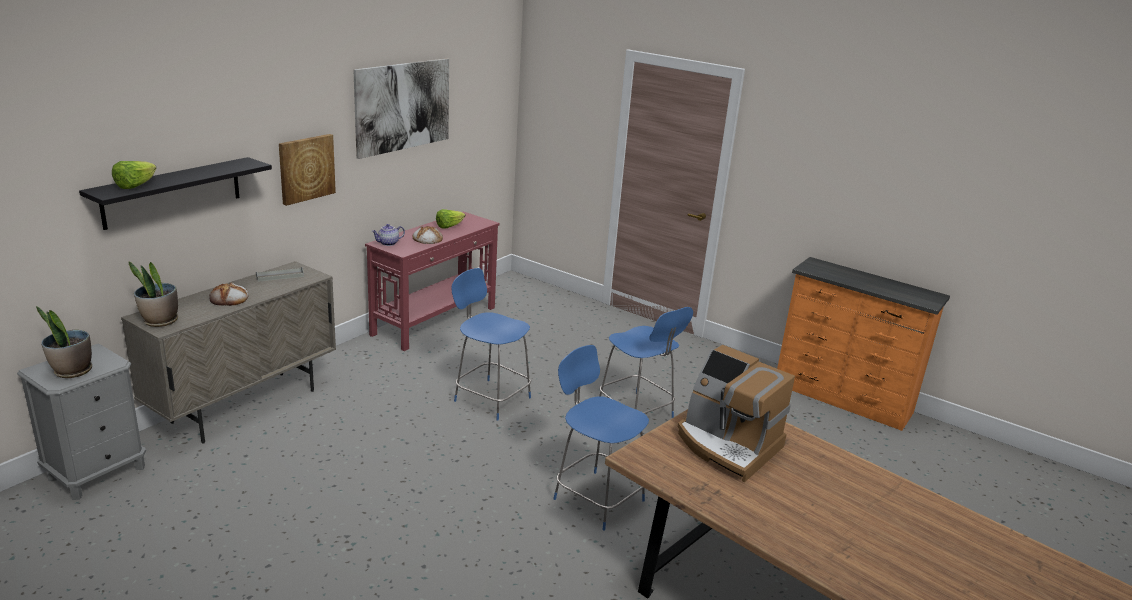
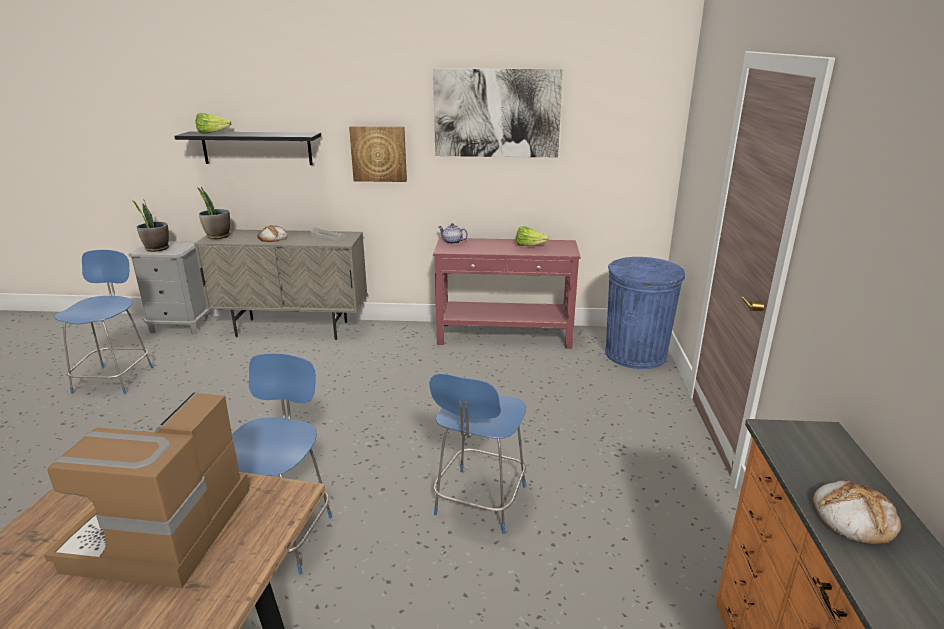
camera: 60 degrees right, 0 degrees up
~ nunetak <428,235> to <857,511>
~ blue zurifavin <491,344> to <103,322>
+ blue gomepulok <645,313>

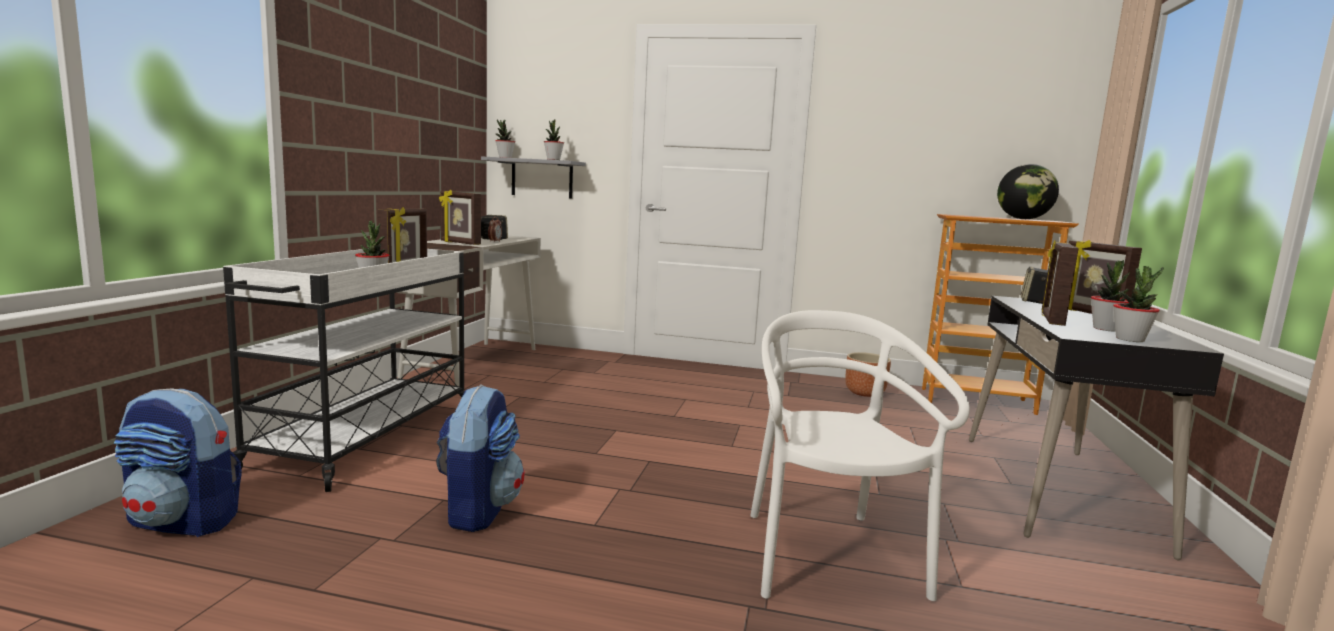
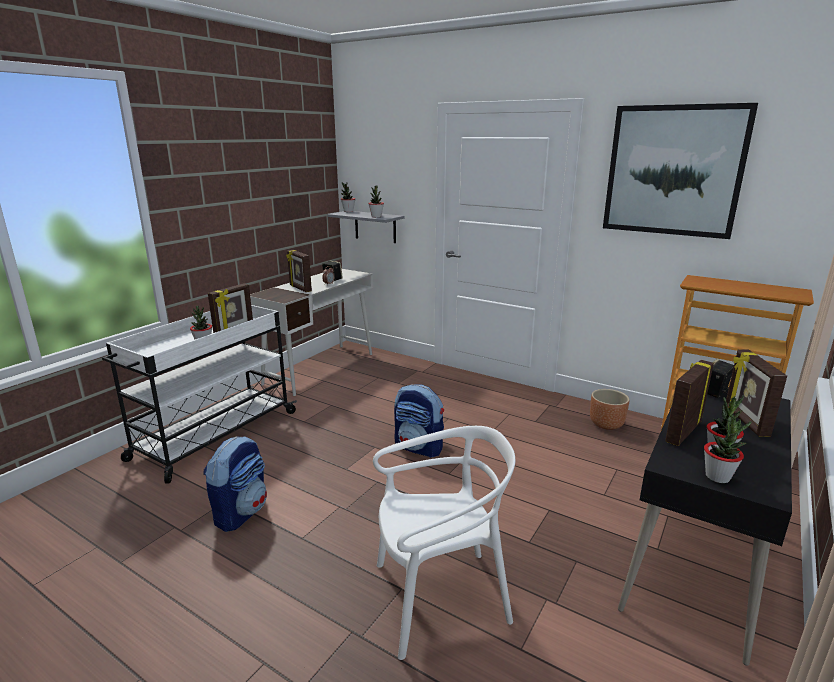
camera: 20 degrees right, 10 degrees up
~ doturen <178,462> to <419,421>
~ white zurifavin <860,455> = <444,543> 60 degrees clockwise
- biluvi <1028,191>
+ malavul <680,171>

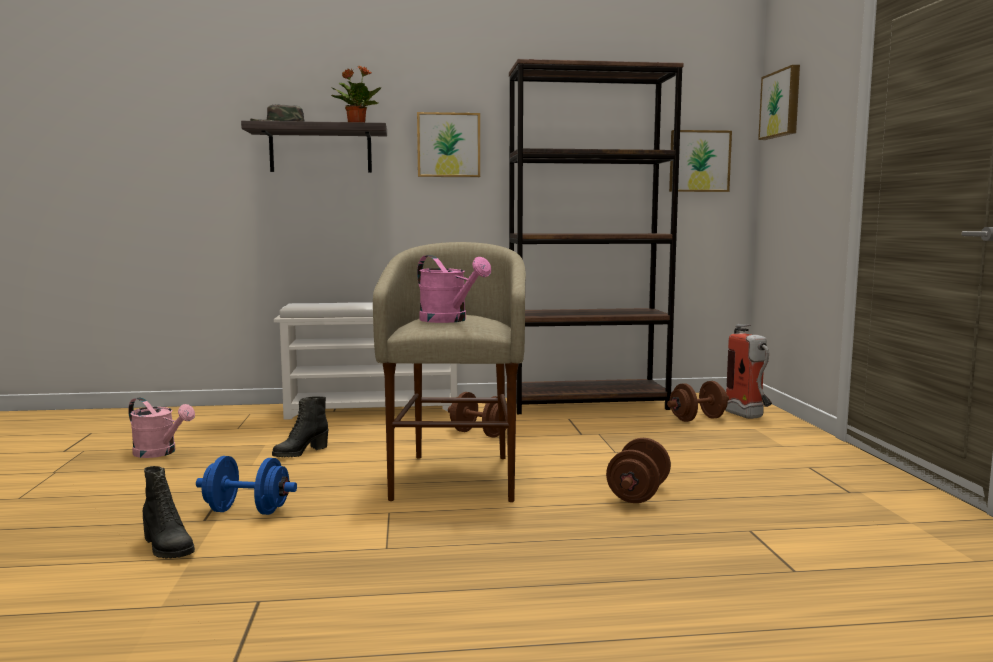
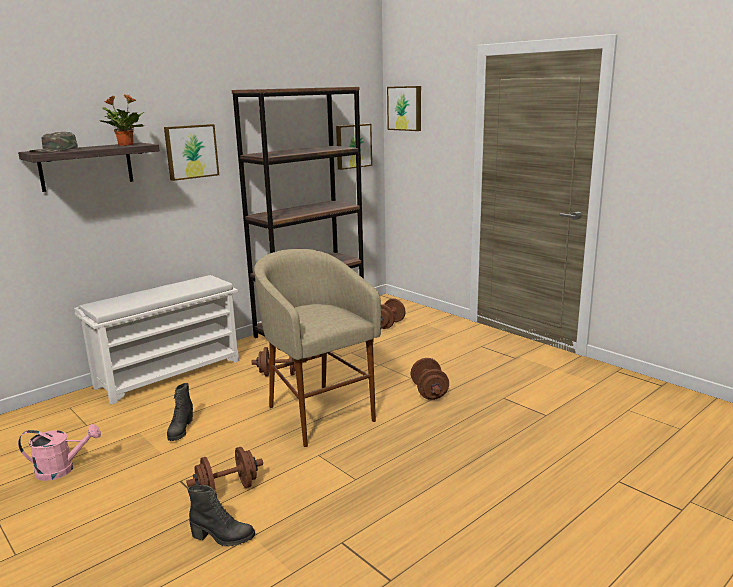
camera: 35 degrees left, 10 degrees up
~ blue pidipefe <246,485> to brown pidipefe <224,468>
- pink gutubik <454,289>
- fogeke <748,371>

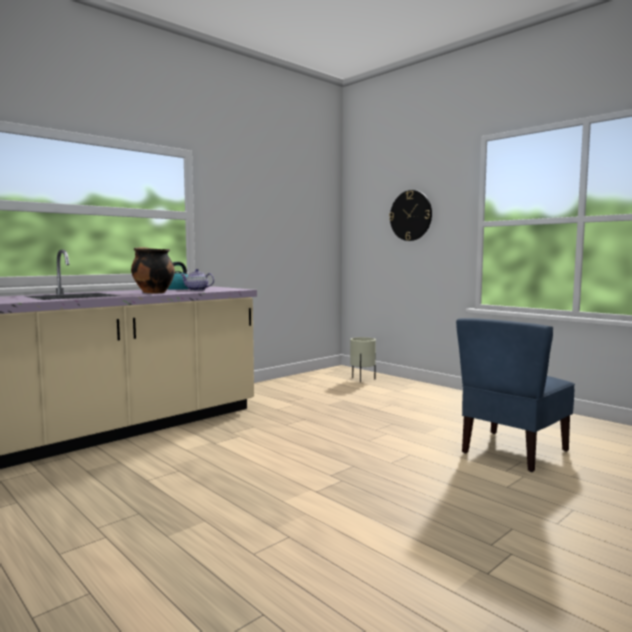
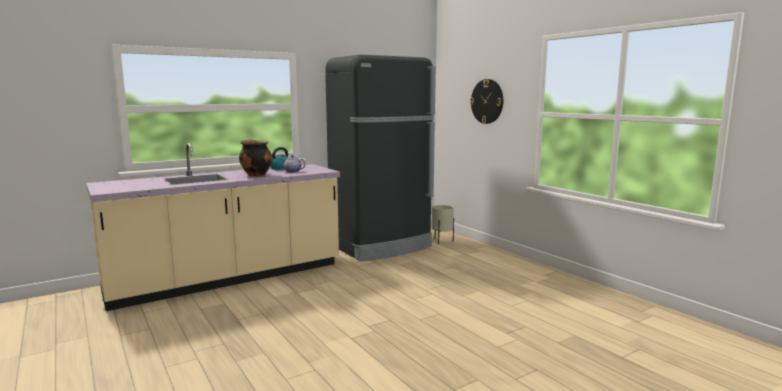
camera: 10 degrees right, 5 degrees up
- blue zurifavin <515,395>
+ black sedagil <380,158>

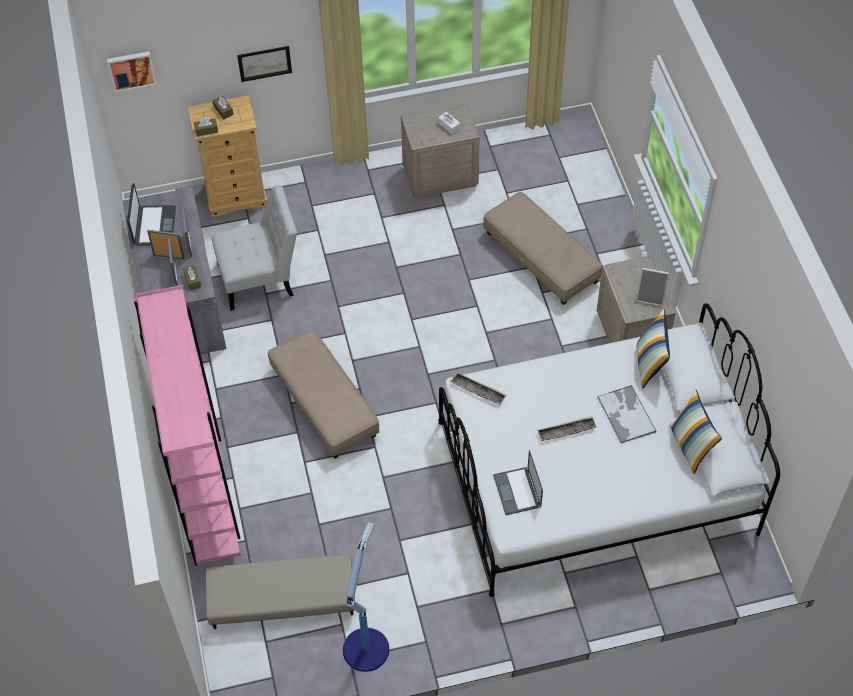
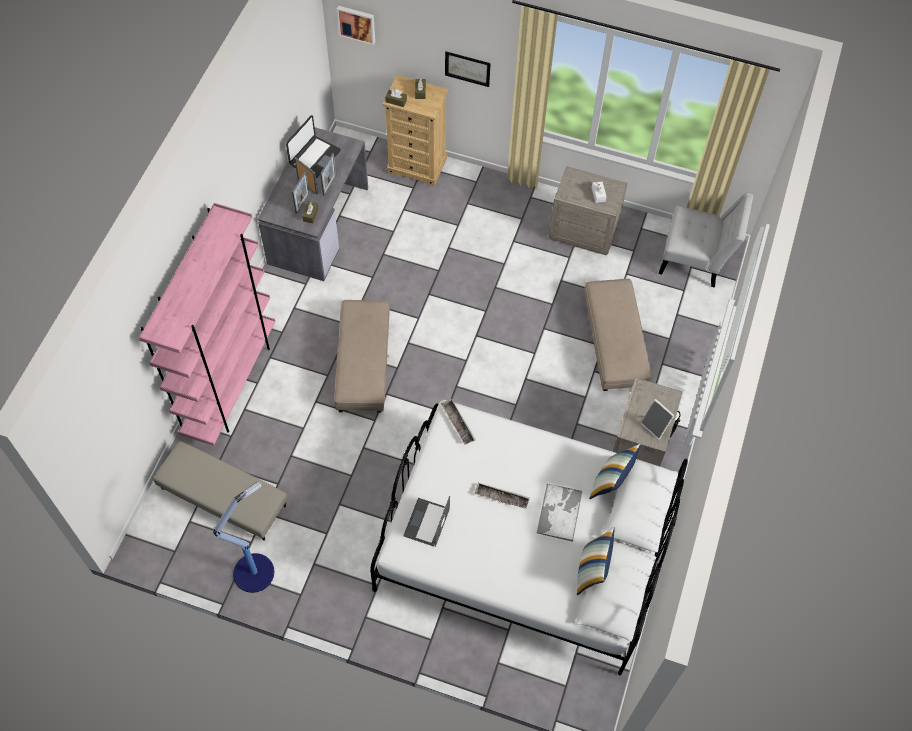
camera: 30 degrees right, 5 degrees up
~ white zurifavin <254,248> to <705,240>

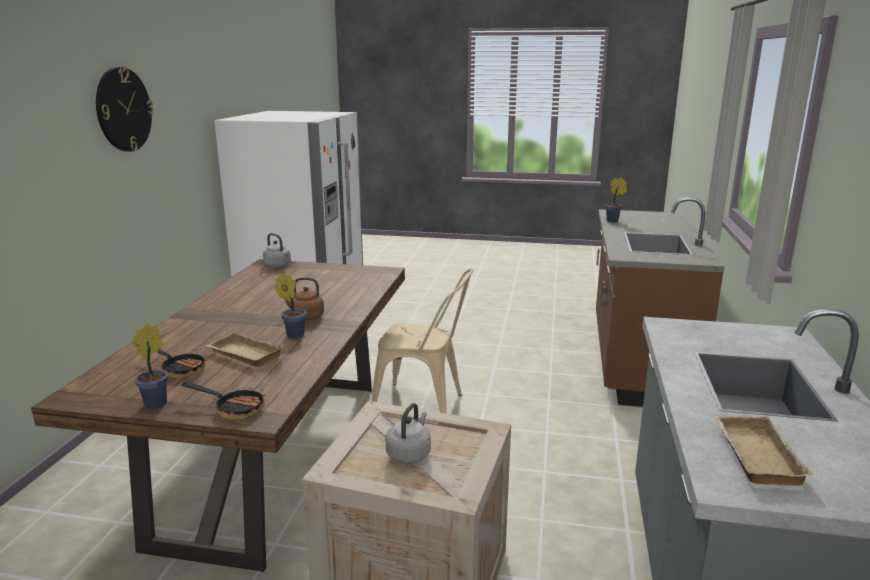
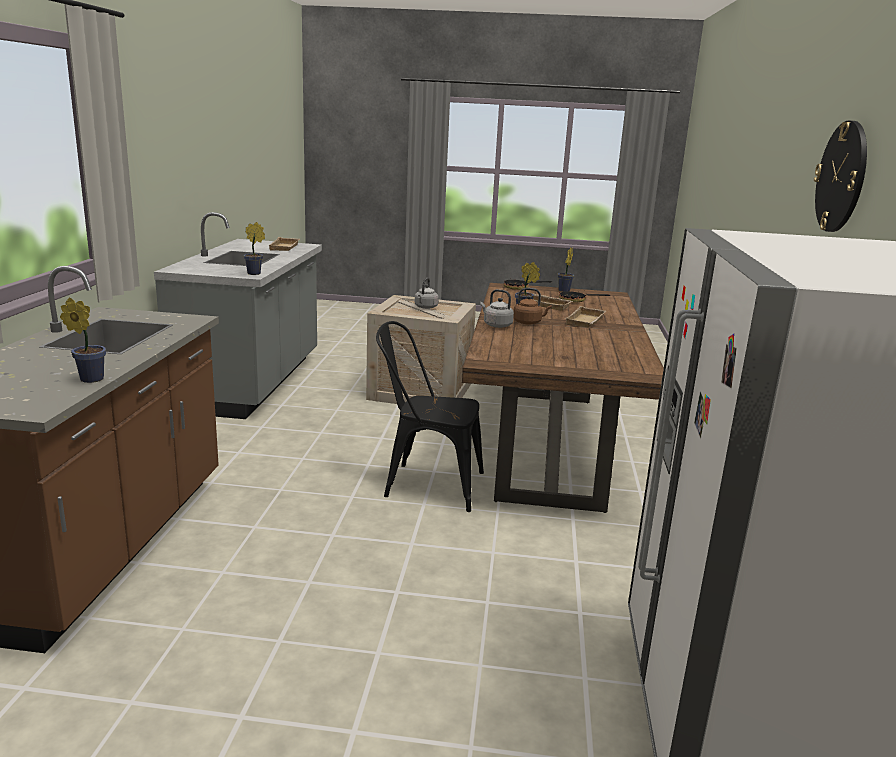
camera: 175 degrees right, 0 degrees up
~ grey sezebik <277,250> to <497,308>
~ beige zurifavin <422,341> to black zurifavin <430,416>
+ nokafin <254,248>
+ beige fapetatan <586,317>

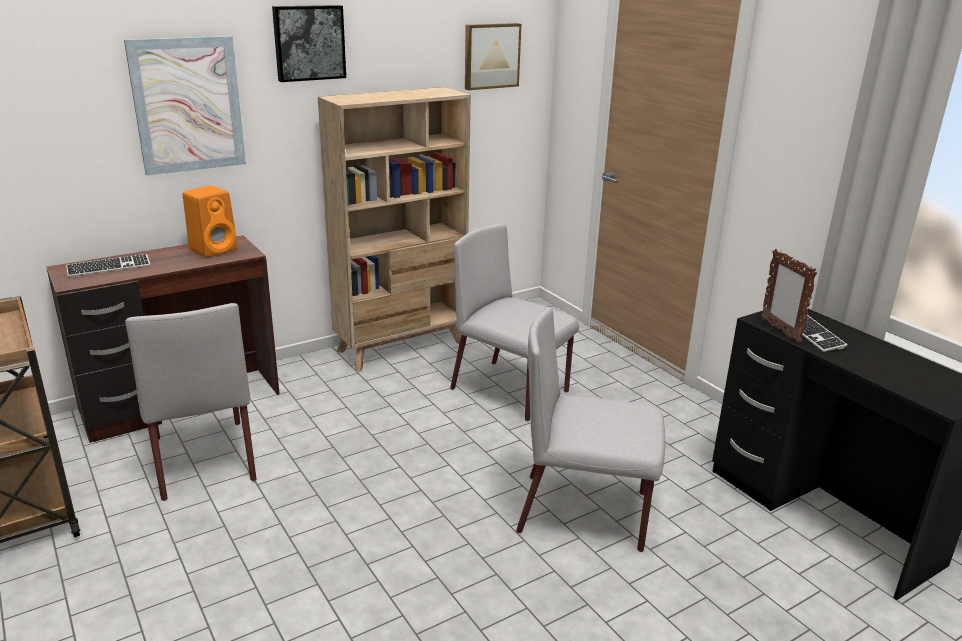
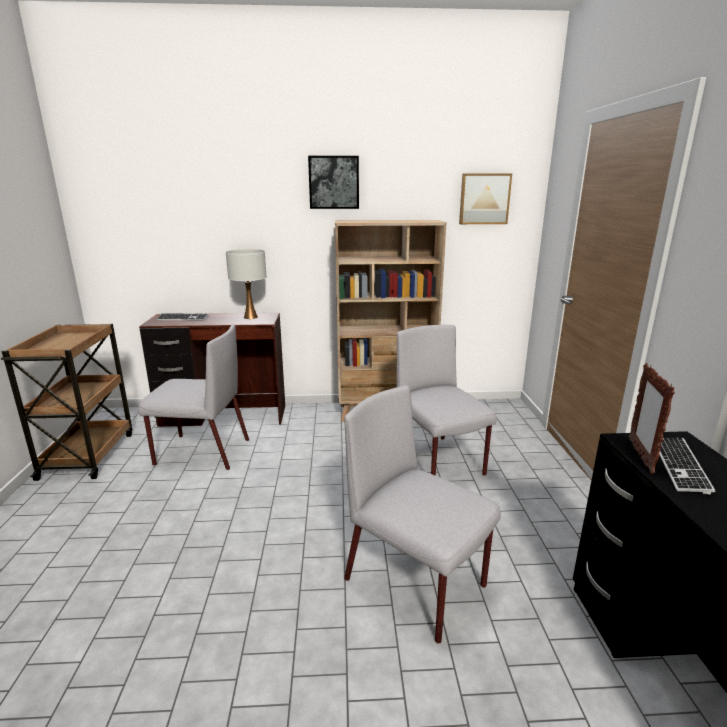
camera: 30 degrees right, 5 degrees down
- malavul <185,106>
~ grey zurifavin <190,402> = <193,397> 90 degrees counterclockwise
~ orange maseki <210,221> to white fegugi <246,284>

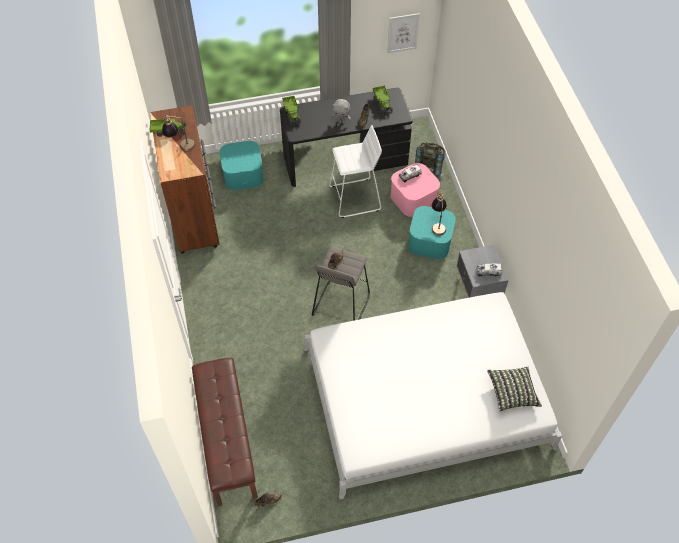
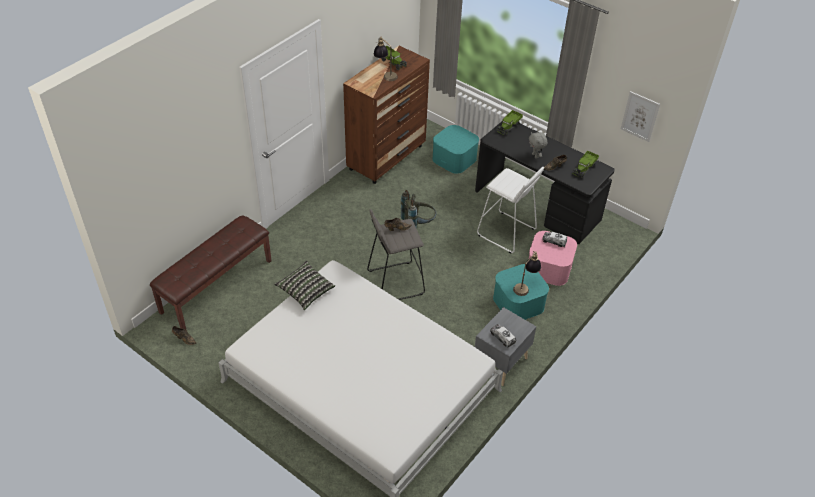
camera: 50 degrees right, 10 degrees down
~ grey doturen <430,160> to <419,209>
~ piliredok <514,389> to <304,285>

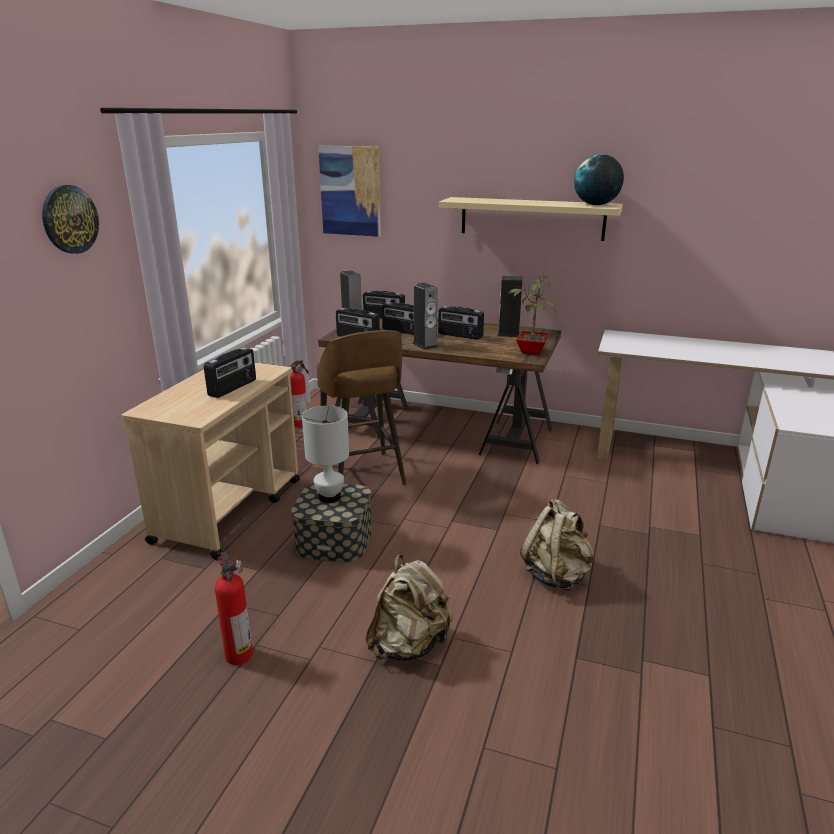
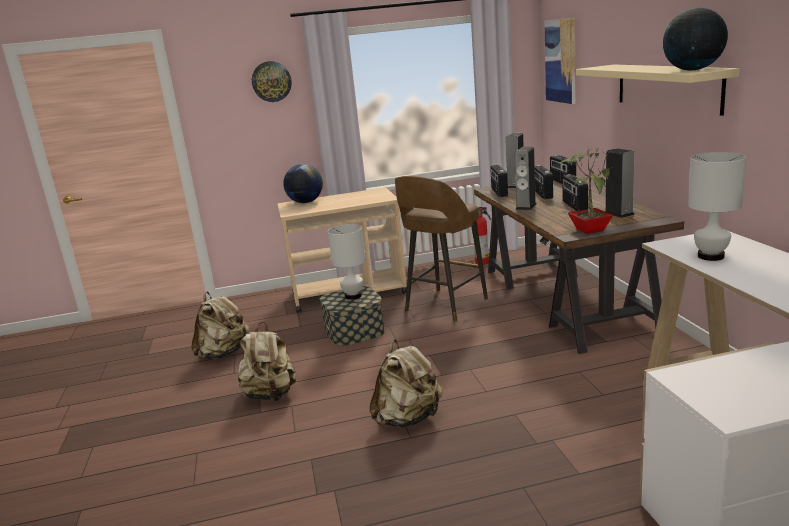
camera: 60 degrees right, 5 degrees down
- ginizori <230,372>
~ fogeke <234,608> to beige doturen <221,325>
+ biluvi <303,183>
+ white fegugi <717,206>

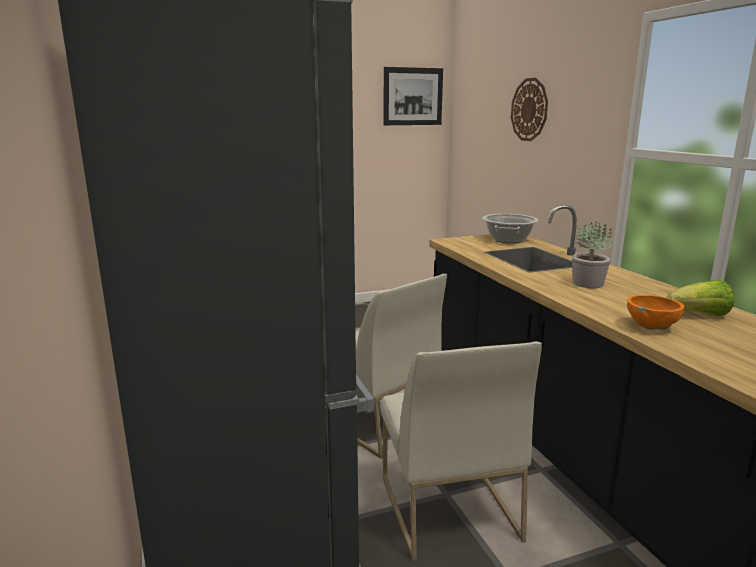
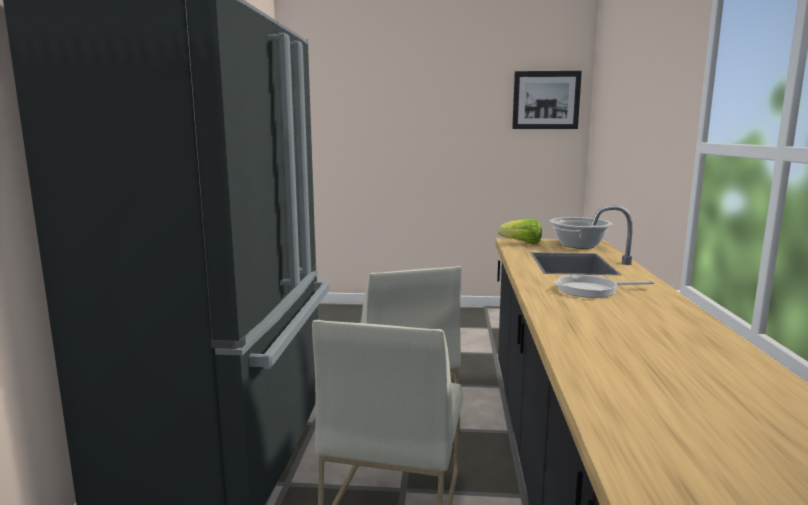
camera: 25 degrees right, 5 degrees down
- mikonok <529,109>
~ nokafin <592,254> to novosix <603,286>
- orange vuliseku <656,312>
~ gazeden <700,298> to <520,231>

